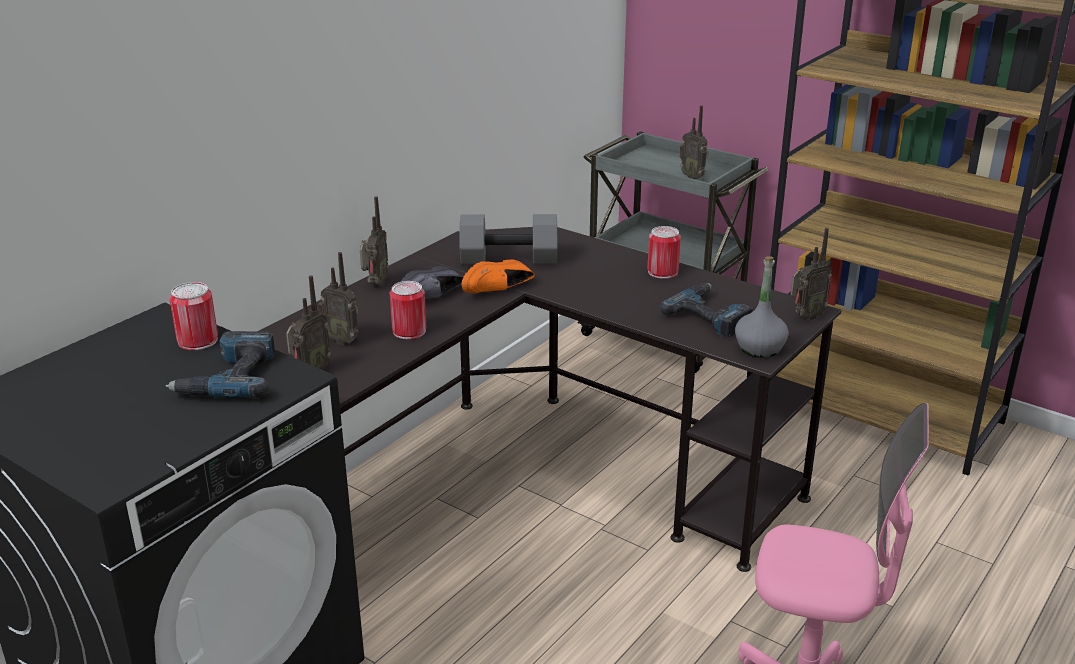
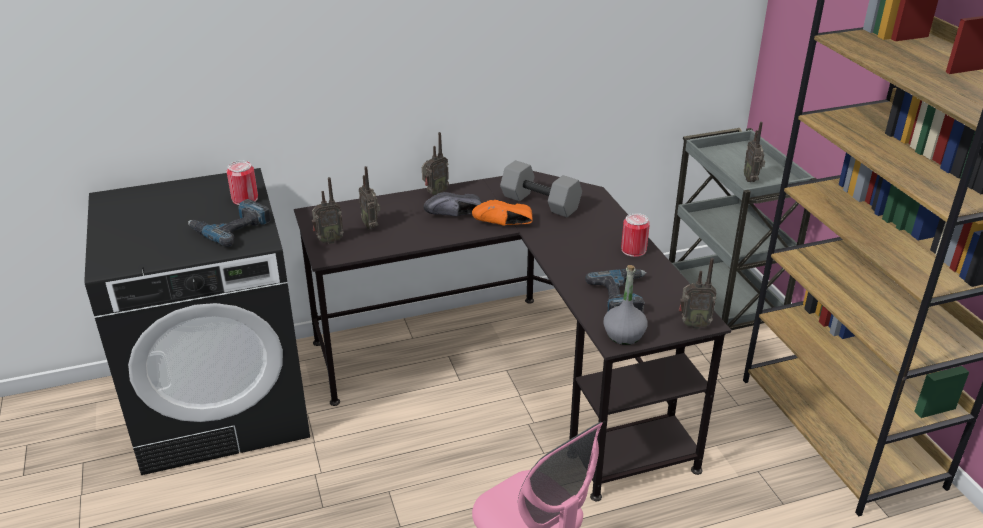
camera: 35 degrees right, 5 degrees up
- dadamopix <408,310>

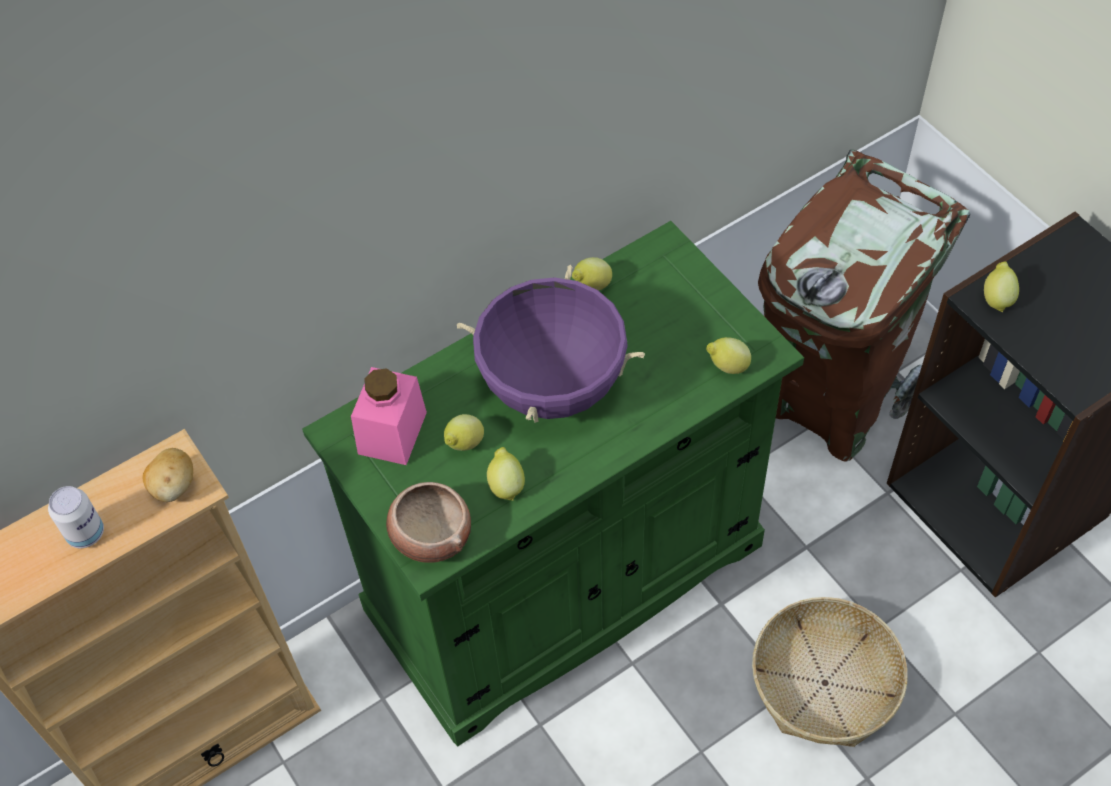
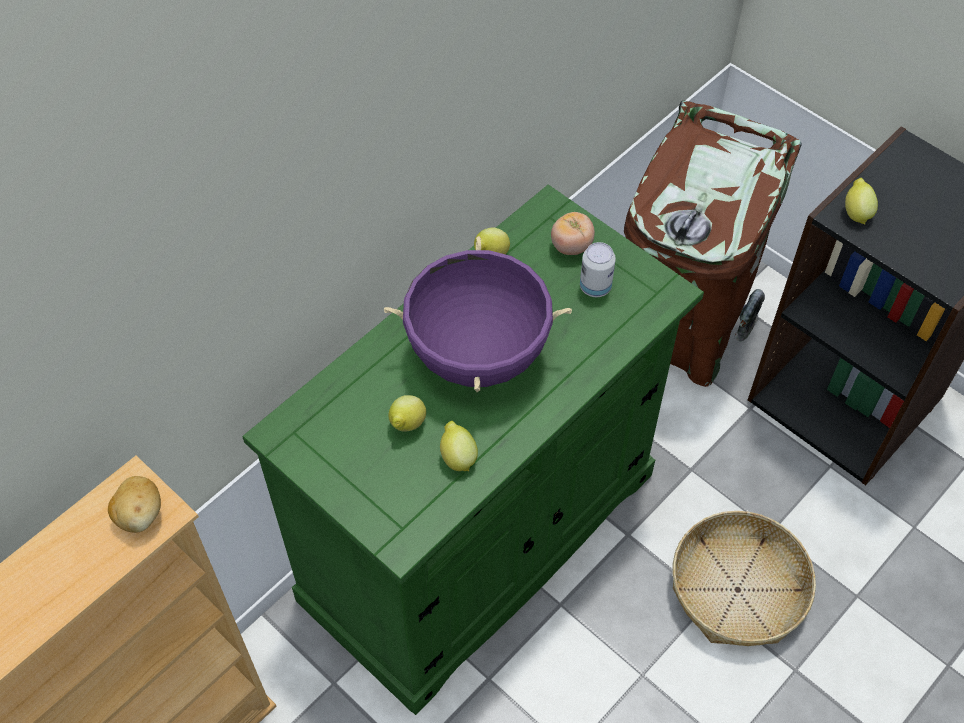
camera: 15 degrees left, 0 degrees up
~ dadamopix <76,517> to <598,269>
- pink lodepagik <389,416>
- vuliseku <428,522>
- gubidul <728,355>
+ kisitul <573,233>

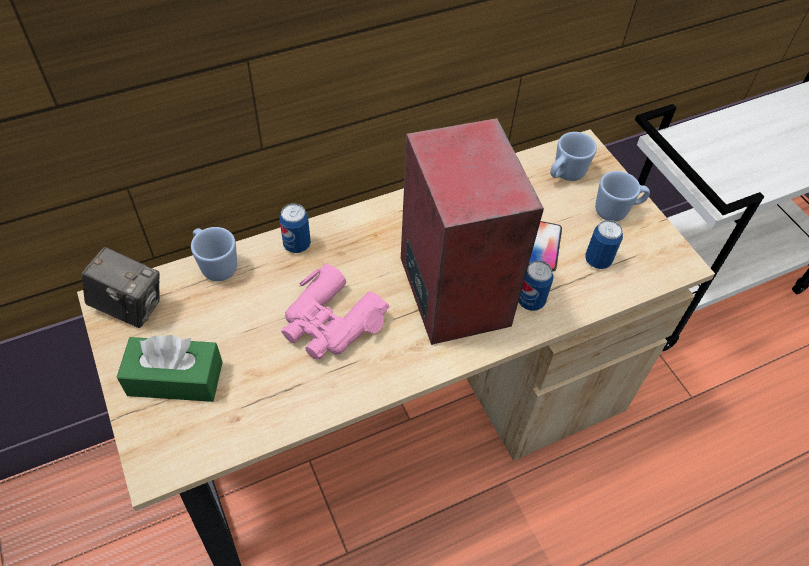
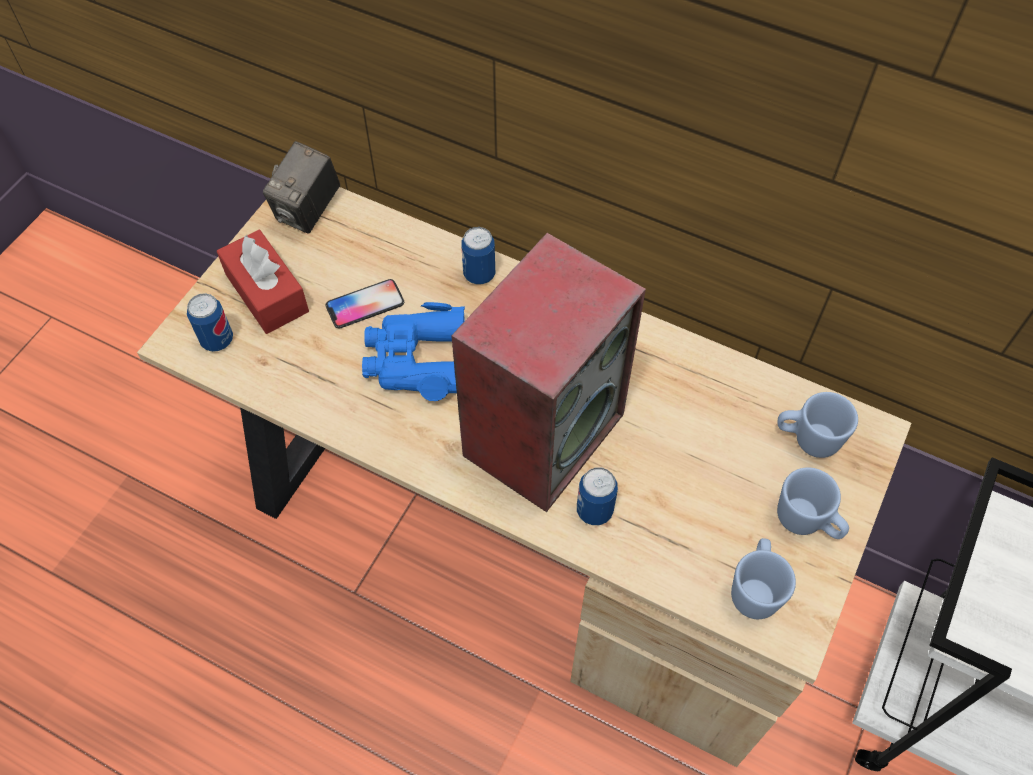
camera: 55 degrees right, 5 degrees up
~ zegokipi <120,287> = <301,187> 45 degrees clockwise
~ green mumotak <170,368> to red mumotak <263,282>
~ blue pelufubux <214,254> to <763,578>
~ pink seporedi <335,311> to blue seporedi <413,351>
~ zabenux <545,246> to <365,303>
~ dadamopix <604,244> to <210,322>

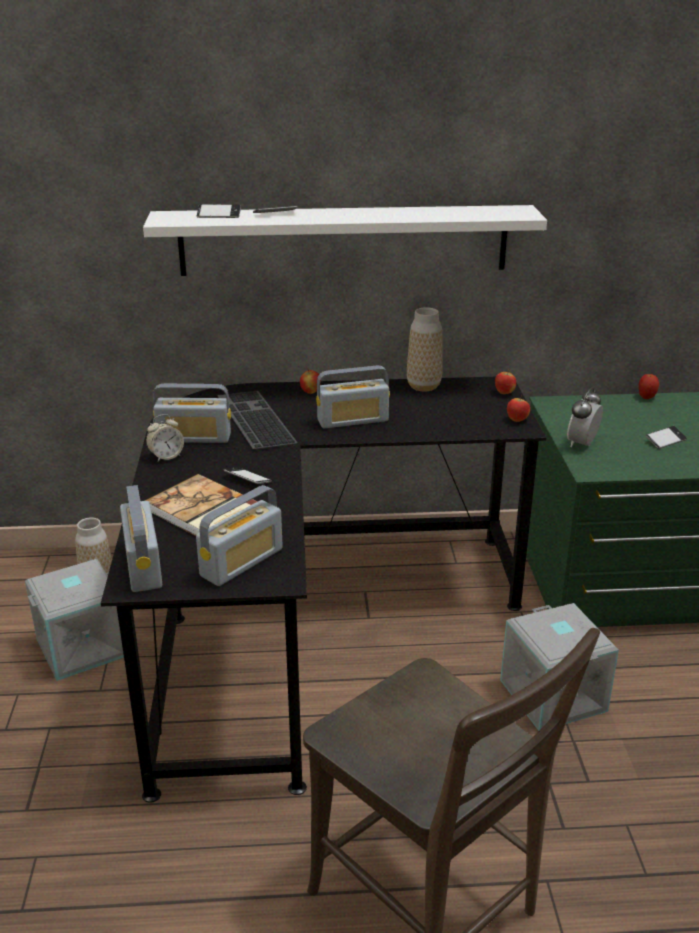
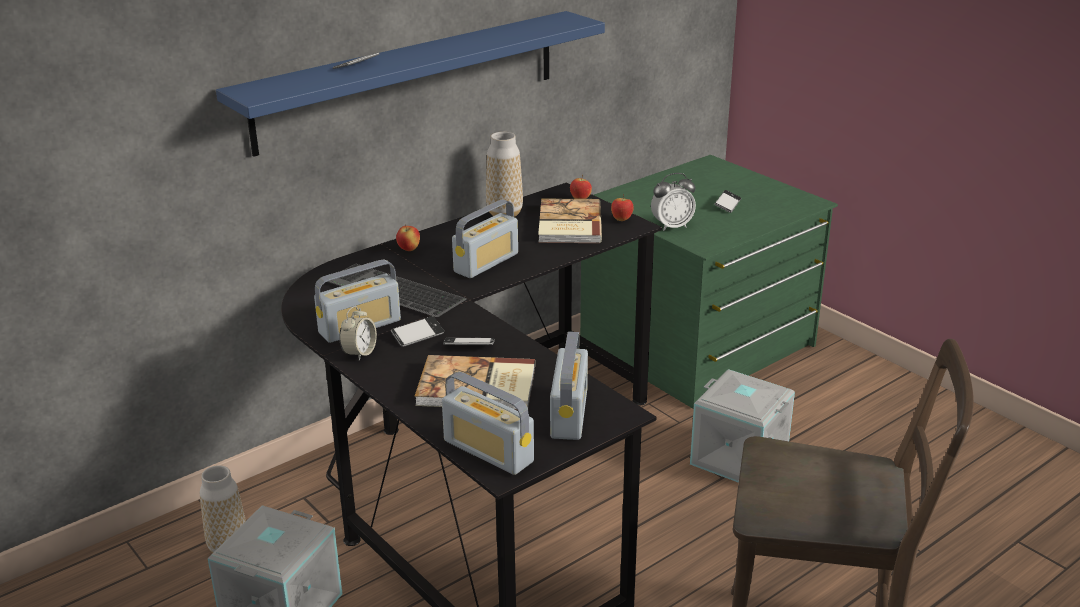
camera: 35 degrees left, 0 degrees up
~ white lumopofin <345,240> to blue lumopofin <410,84>
~ zabenux <219,211> to <417,331>
~ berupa <585,417> = <673,202> 105 degrees counterclockwise
- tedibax <649,386>
+ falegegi <570,221>

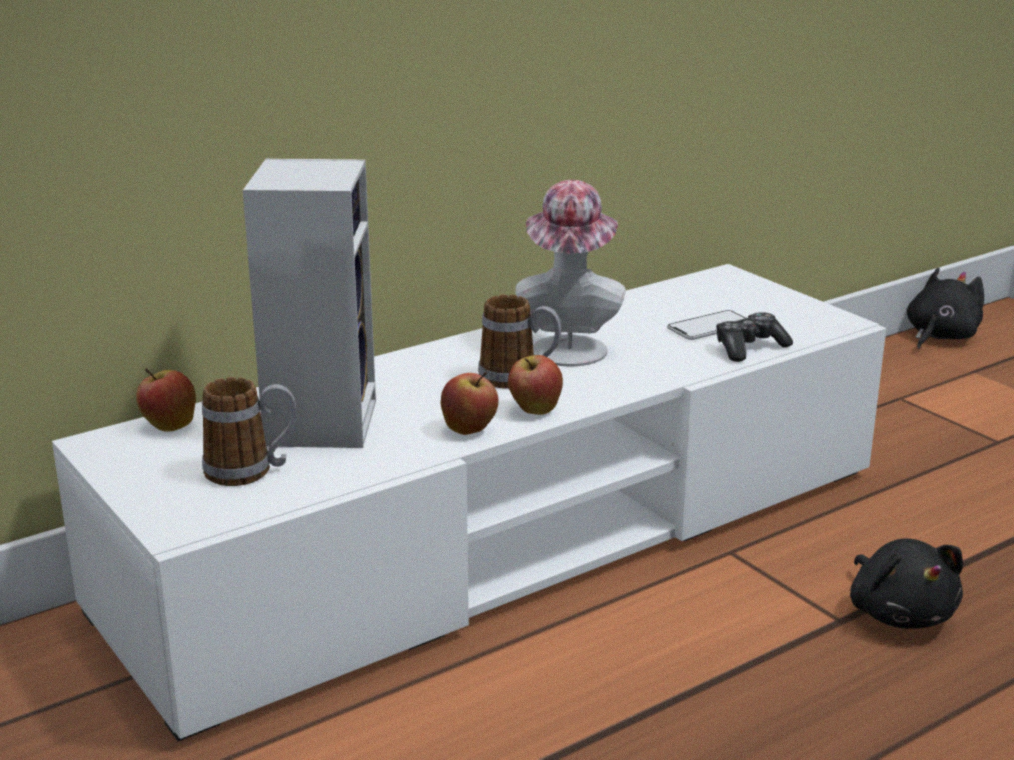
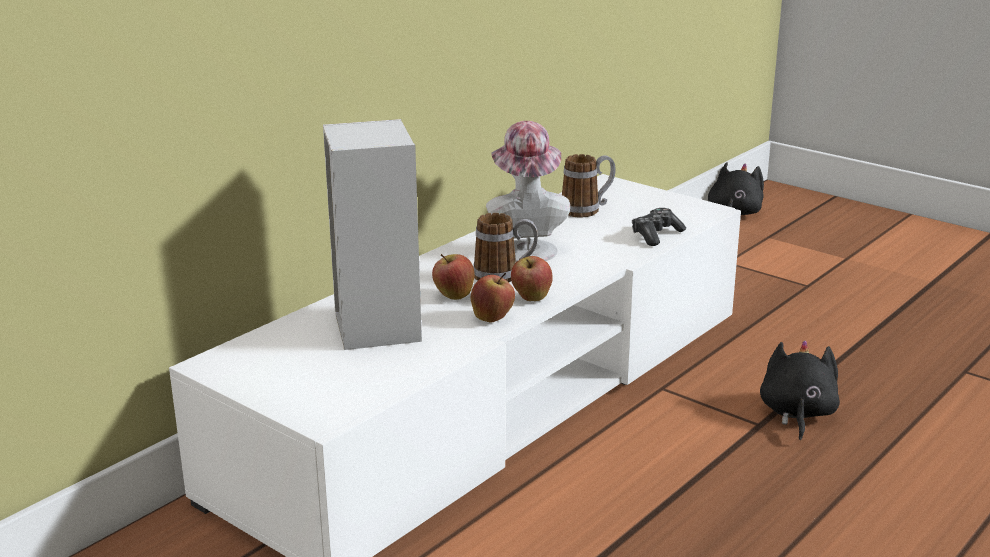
camera: 15 degrees left, 0 degrees up
~ tedibax <166,400> to <453,277>
~ pelufubux <249,431> to <589,185>
- zabenux <706,325>
~ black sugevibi <906,583> = <800,390> 135 degrees counterclockwise

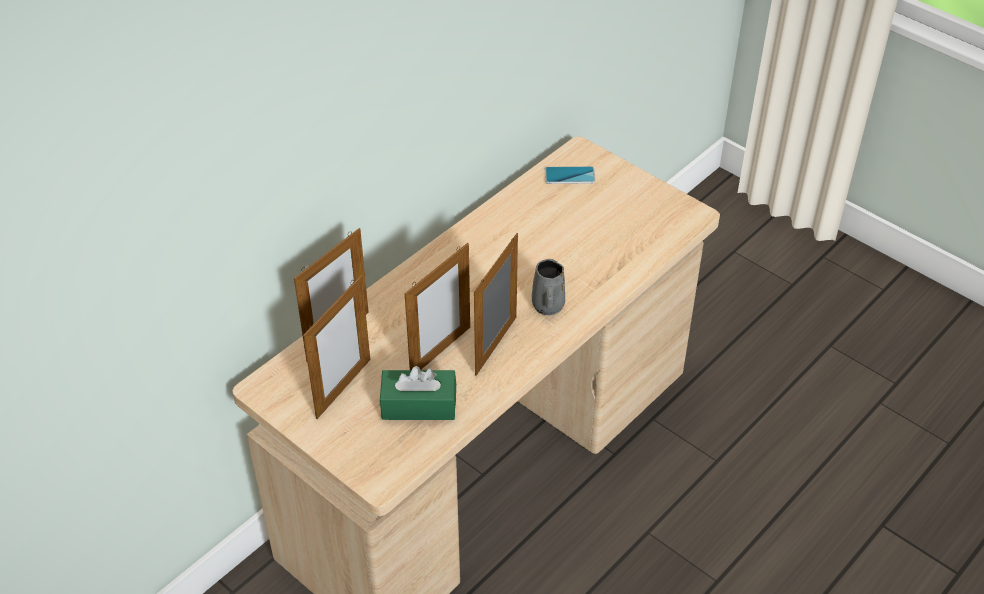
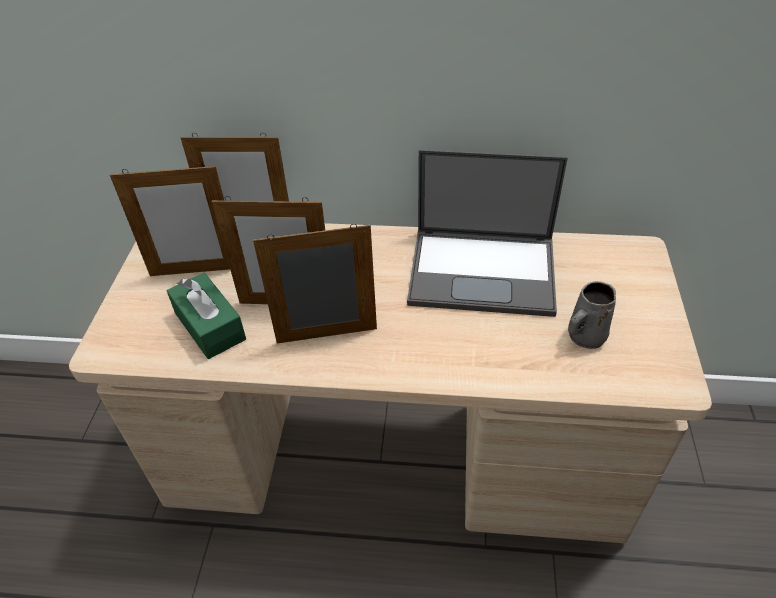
camera: 55 degrees right, 0 degrees up
~ grey pelufubux <548,287> to <592,315>
- zabenux <570,175>
+ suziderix <487,233>

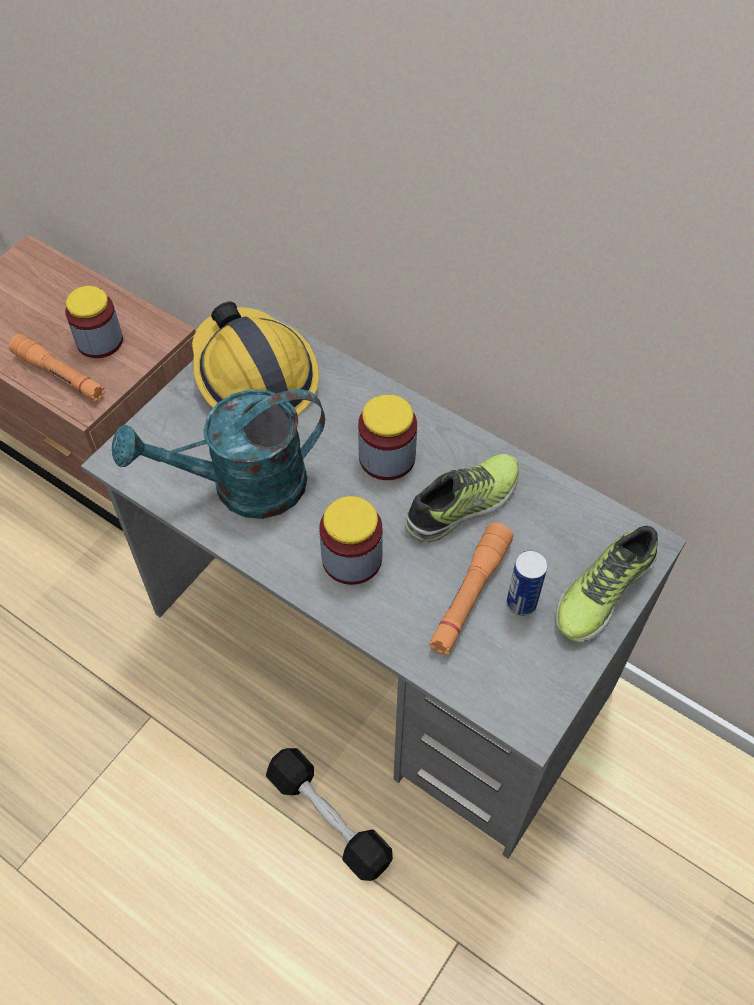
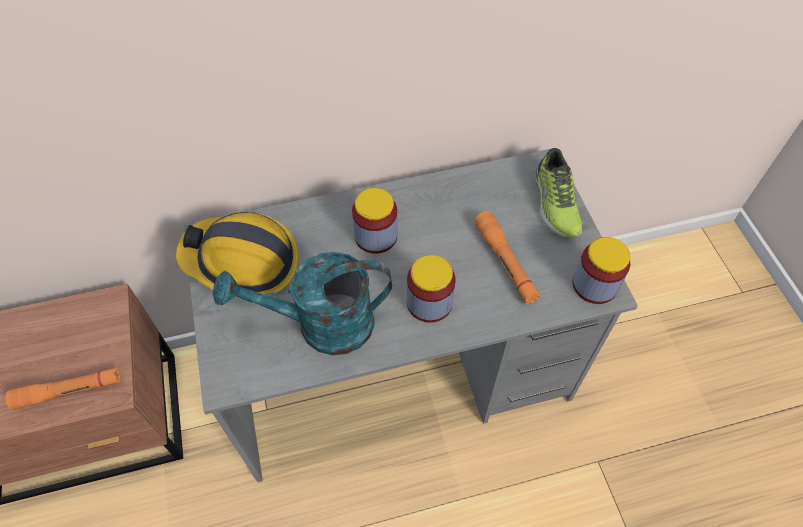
camera: 50 degrees left, 0 degrees up
~ lodepagik <94,322> to <601,270>
~ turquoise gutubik <218,454> = <302,303> 60 degrees clockwise
- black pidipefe <329,814>
- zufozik <462,498>
- dadamopix <527,583>

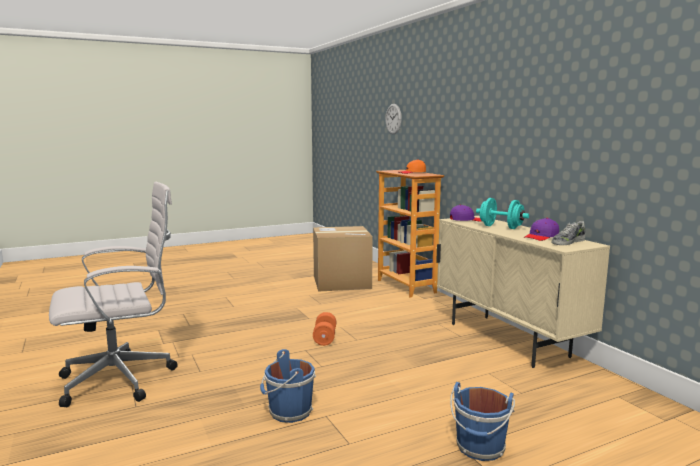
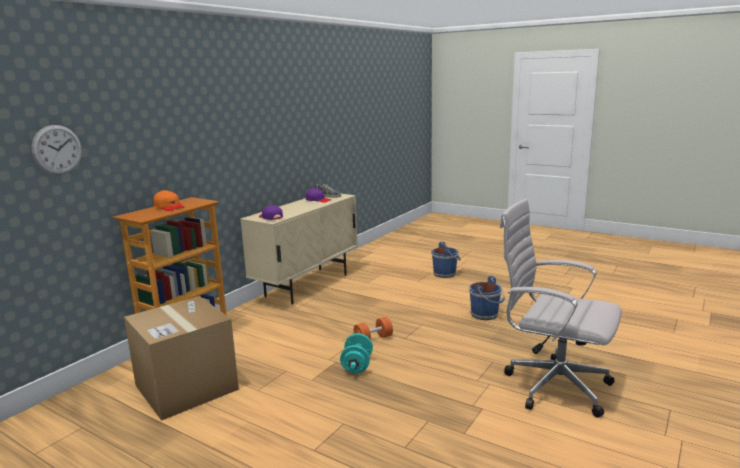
camera: 120 degrees left, 5 degrees up
~ turquoise pidipefe <502,213> to <356,353>

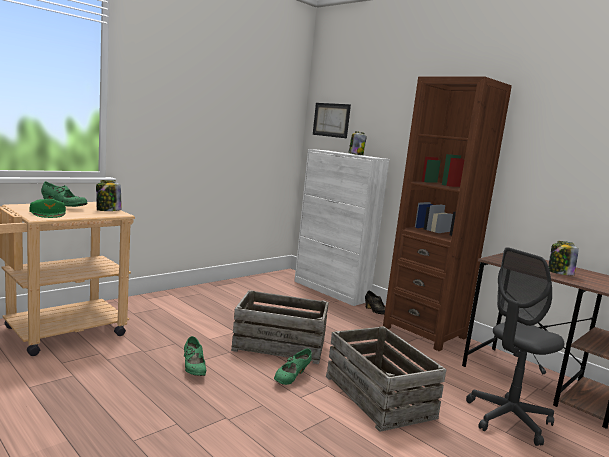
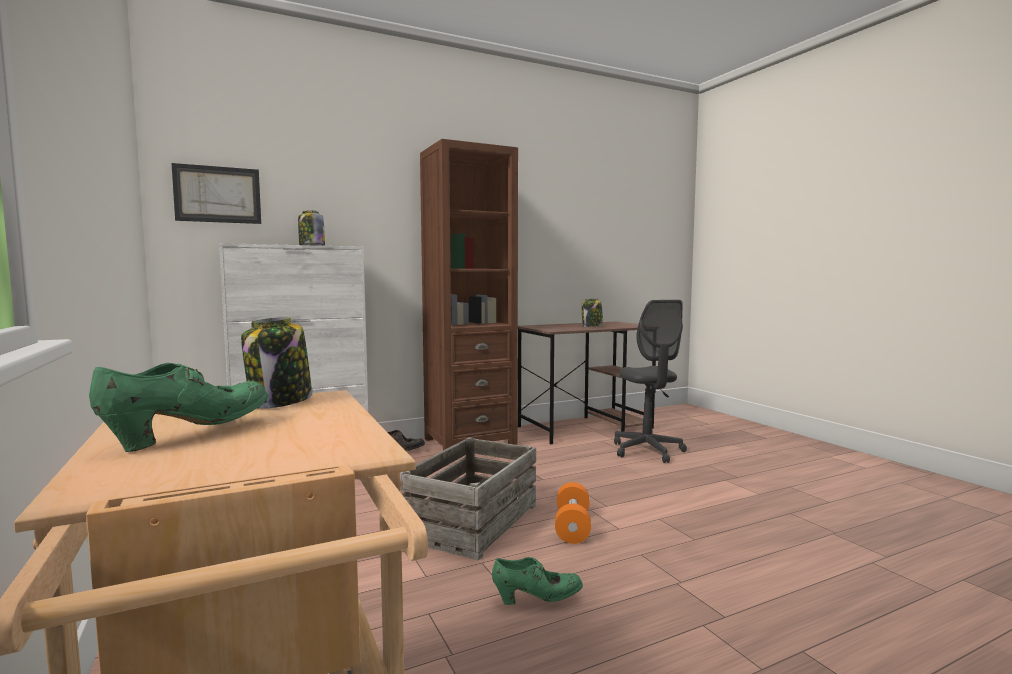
camera: 70 degrees left, 5 degrees down
- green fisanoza <47,208>
~ green zufozik <293,367> to orange pidipefe <573,513>
- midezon <386,379>

